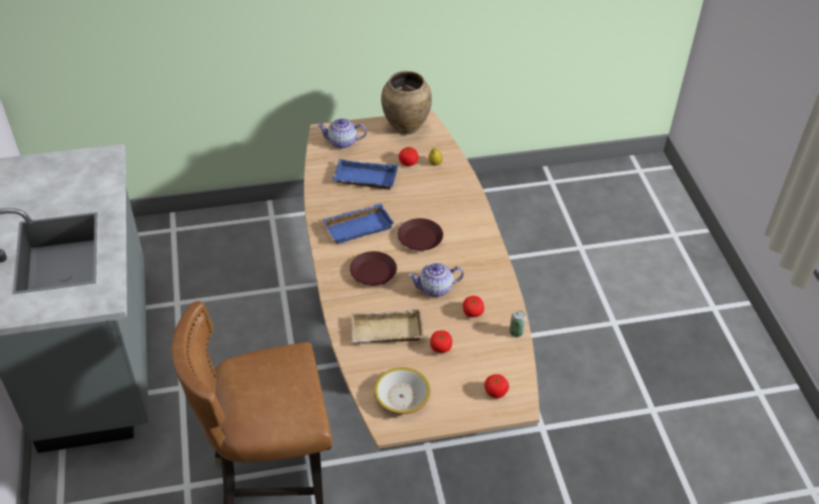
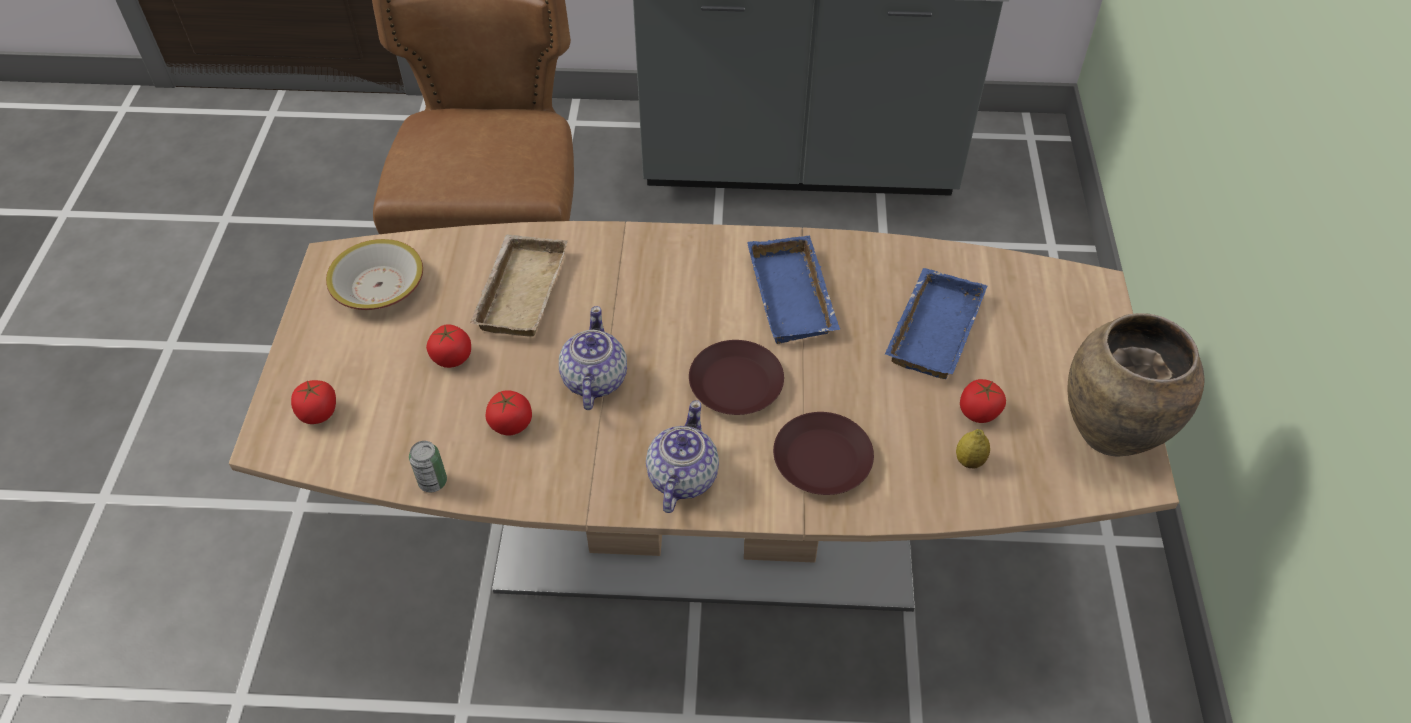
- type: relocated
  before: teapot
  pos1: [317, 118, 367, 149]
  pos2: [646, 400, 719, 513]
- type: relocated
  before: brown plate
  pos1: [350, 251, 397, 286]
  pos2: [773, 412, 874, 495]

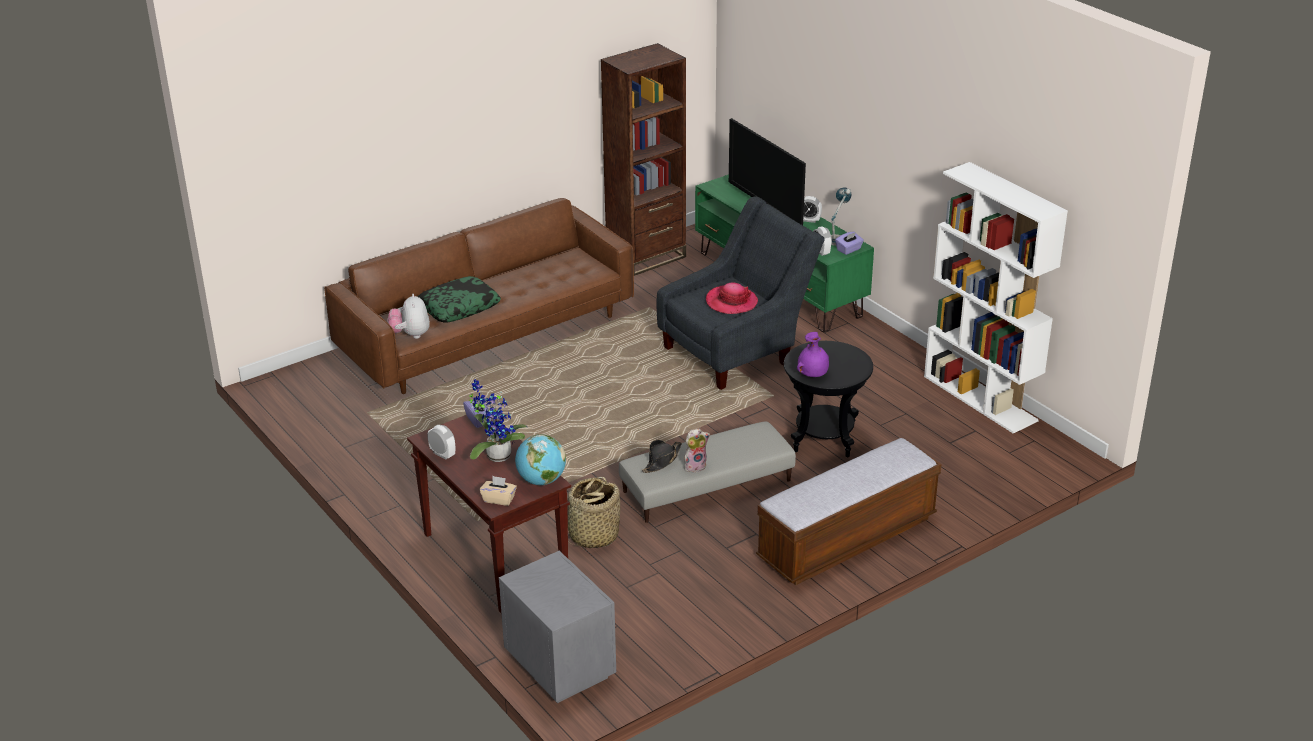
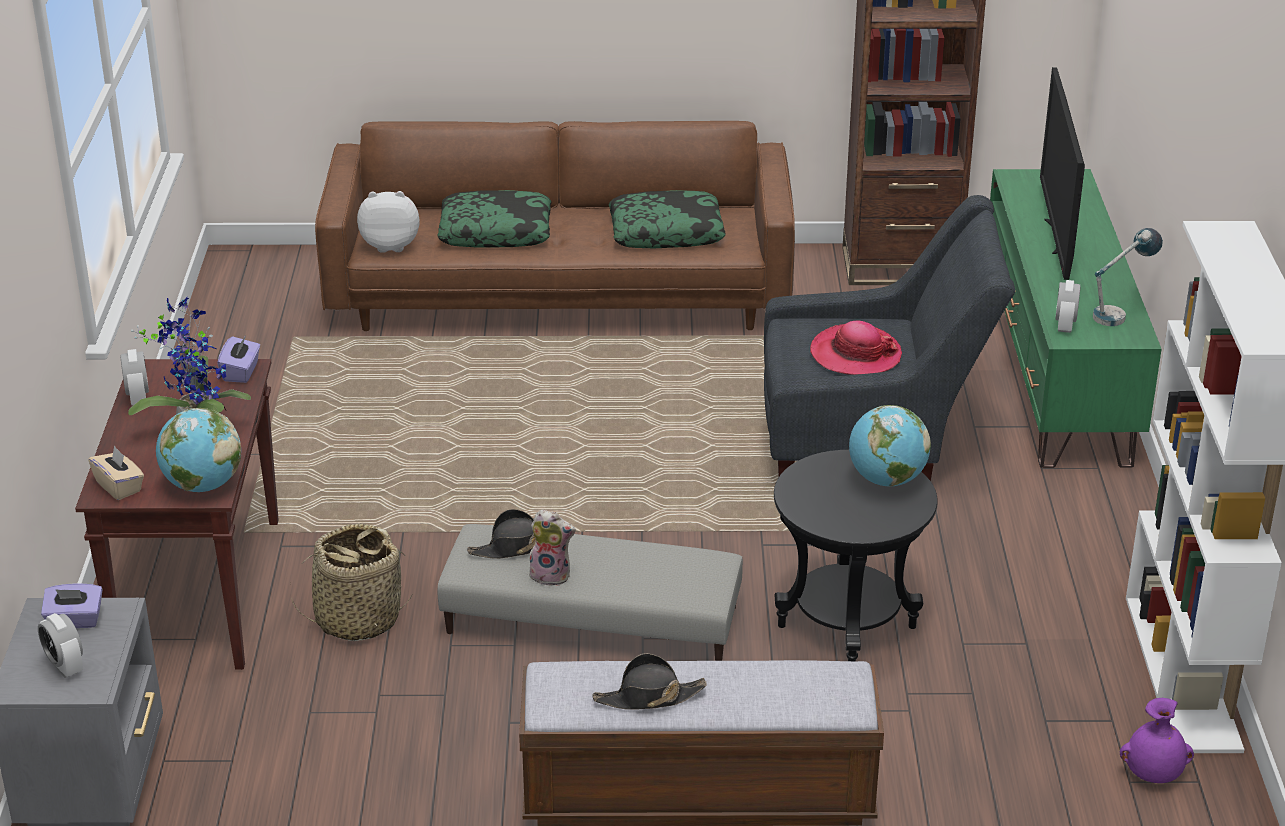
- type: relocated
  before: alarm clock
  pos1: [803, 196, 822, 223]
  pos2: [38, 613, 83, 678]
- type: relocated
  before: purple tissue box
  pos1: [835, 232, 864, 255]
  pos2: [41, 583, 103, 628]
- type: spun
  before: plush toy
  pos1: [388, 294, 430, 339]
  pos2: [357, 191, 420, 253]
  turn: 60
- type: appeared
  after: black hat
  pos2: [592, 653, 707, 710]
- type: appeared
  after: pillow
  pos2: [609, 190, 726, 248]
- type: appeared
  after: globe
  pos2: [849, 405, 931, 487]
- type: relocated
  before: purple vase
  pos1: [797, 332, 829, 377]
  pos2: [1120, 698, 1194, 783]

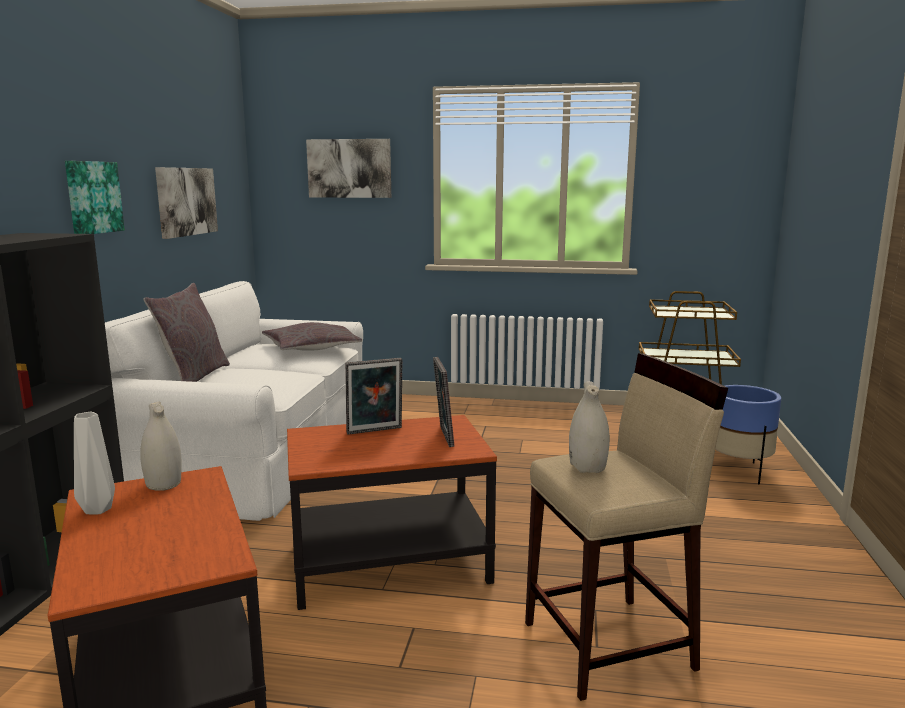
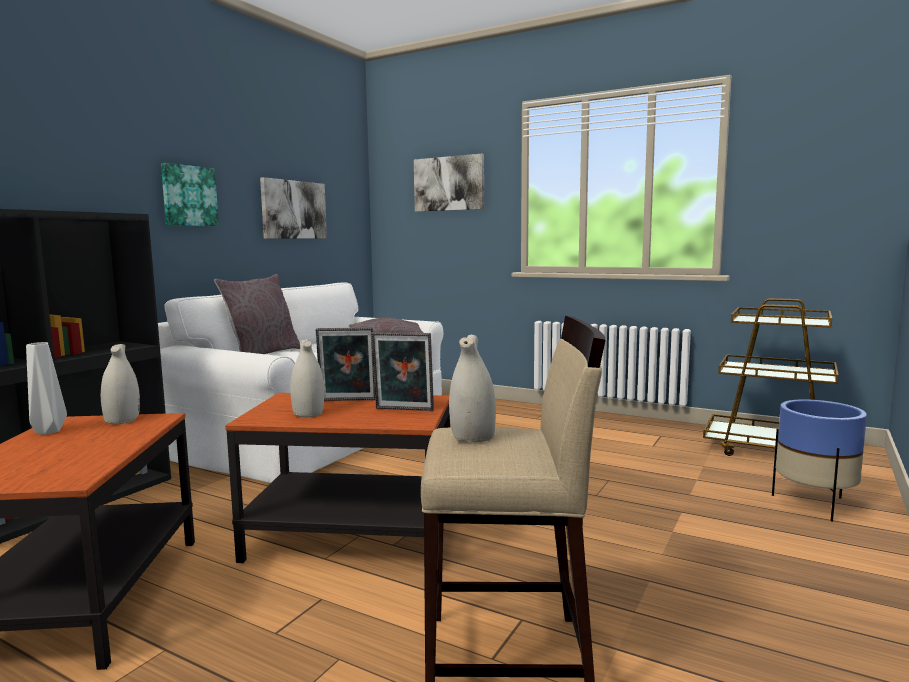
- type: appeared
  after: white vase
  pos2: [290, 339, 324, 417]
- type: spun
  before: picture frame
  pos1: [433, 357, 454, 447]
  pos2: [371, 332, 434, 411]
  turn: -90

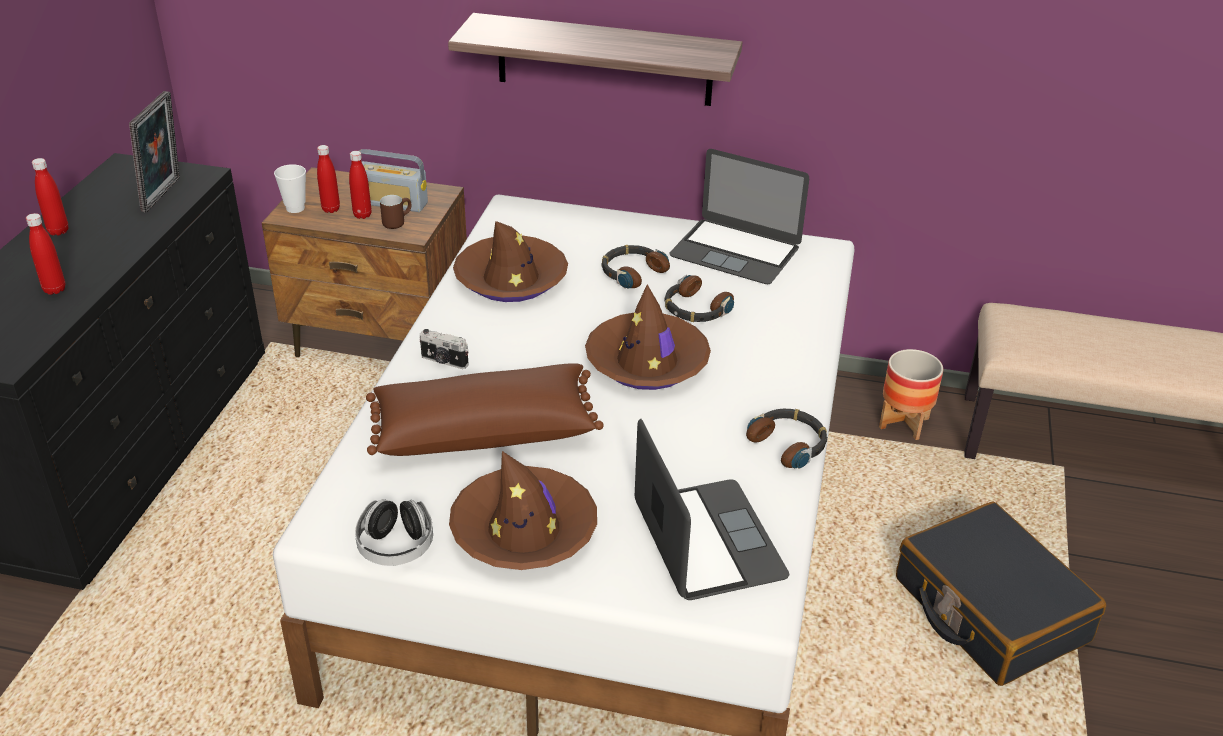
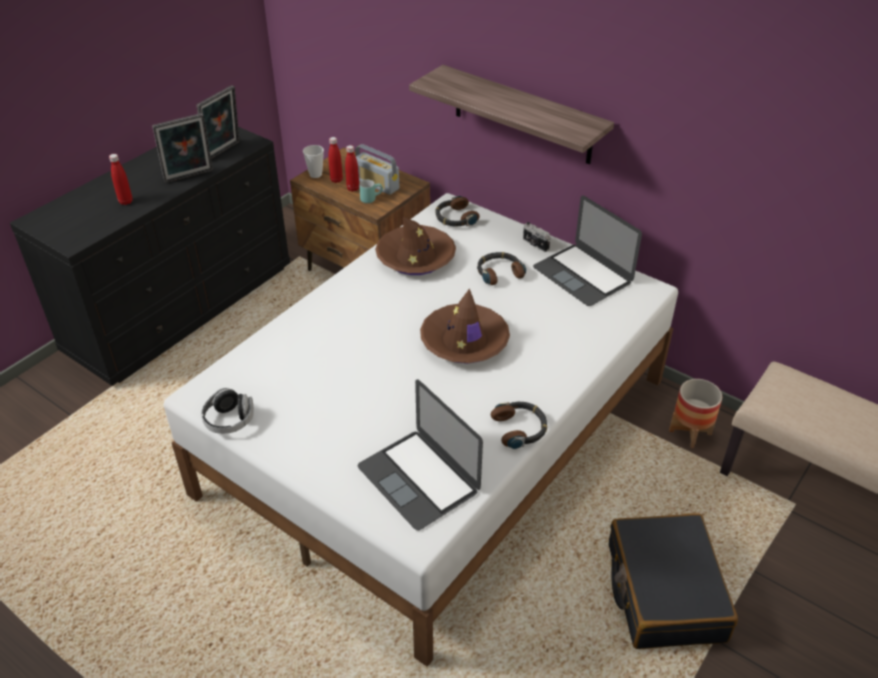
- type: appeared
  after: picture frame
  pos2: [152, 113, 213, 183]
- type: spun
  before: laptop
  pos1: [635, 419, 789, 600]
  pos2: [358, 379, 483, 530]
  turn: 135
- type: colour
  before: brown mug
  after: turquoise mug
  pos1: [380, 195, 412, 229]
  pos2: [359, 180, 383, 203]
- type: relocated
  before: headphones
  pos1: [665, 275, 734, 322]
  pos2: [435, 196, 480, 226]
- type: relocated
  before: photo camera
  pos1: [419, 329, 469, 369]
  pos2: [523, 222, 551, 252]
- type: missing
  before: red bottle
  pos1: [32, 158, 68, 236]
- type: missing
  before: brown pillow
  pos1: [366, 363, 604, 456]
- type: missing
  before: brown hat
  pos1: [449, 451, 597, 570]

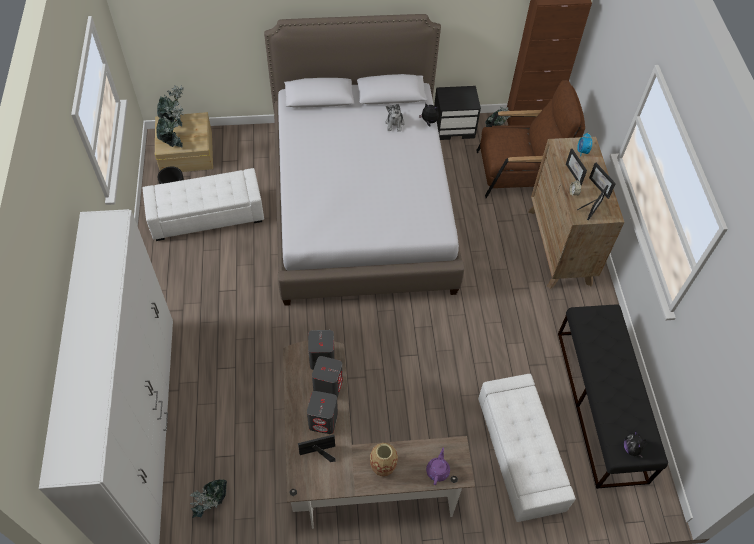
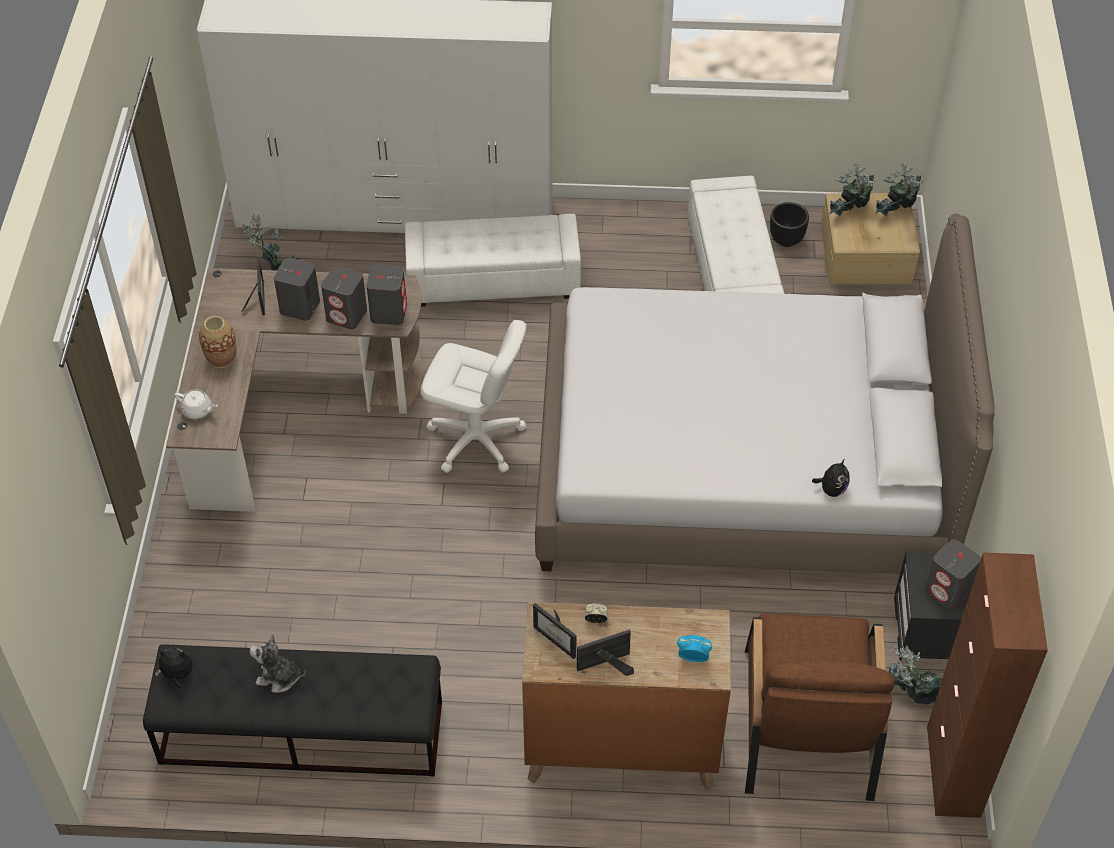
- type: colour
  before: purple teapot
  after: white teapot
  pos1: [426, 447, 450, 485]
  pos2: [174, 389, 218, 419]
- type: relocated
  before: plush toy
  pos1: [385, 104, 405, 132]
  pos2: [249, 634, 306, 693]
- type: relocated
  before: white ottoman
  pos1: [478, 374, 576, 522]
  pos2: [405, 214, 581, 307]
- type: appeared
  after: white office chair
  pos2: [420, 320, 527, 473]
- type: appeared
  after: grey speaker
  pos2: [925, 539, 981, 609]
- type: missing
  before: picture frame
  pos1: [566, 149, 587, 186]

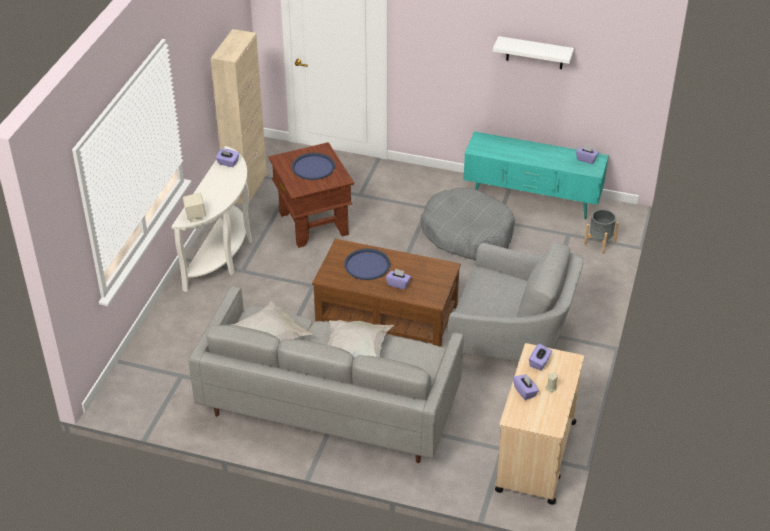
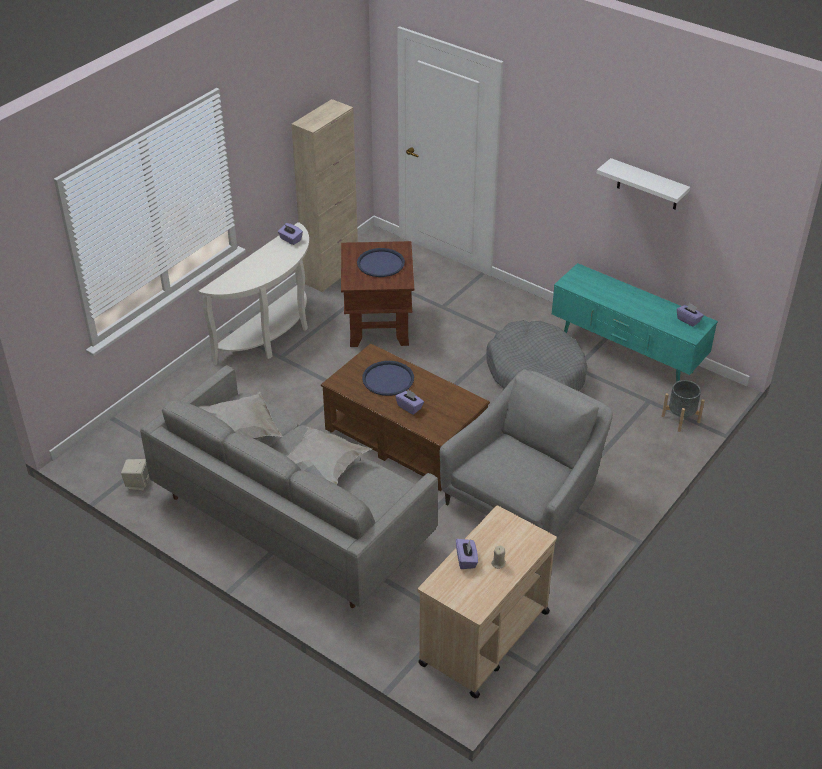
- type: relocated
  before: beige speaker
  pos1: [183, 193, 206, 222]
  pos2: [121, 459, 149, 491]
- type: spun
  before: grey armchair
  pos1: [448, 243, 583, 361]
  pos2: [439, 369, 613, 538]
  turn: -90
- type: missing
  before: purple tissue box
  pos1: [529, 343, 552, 370]

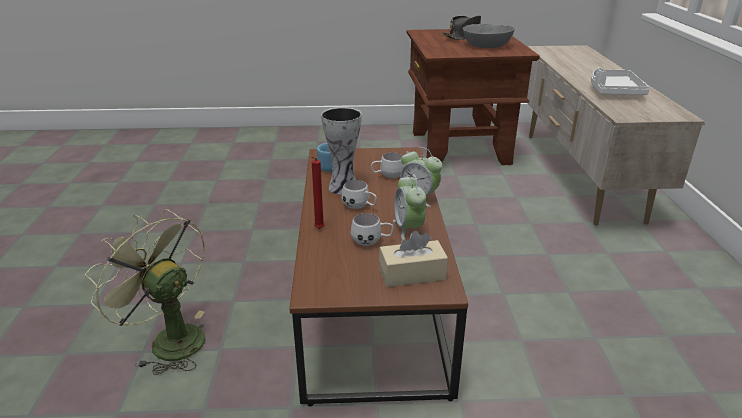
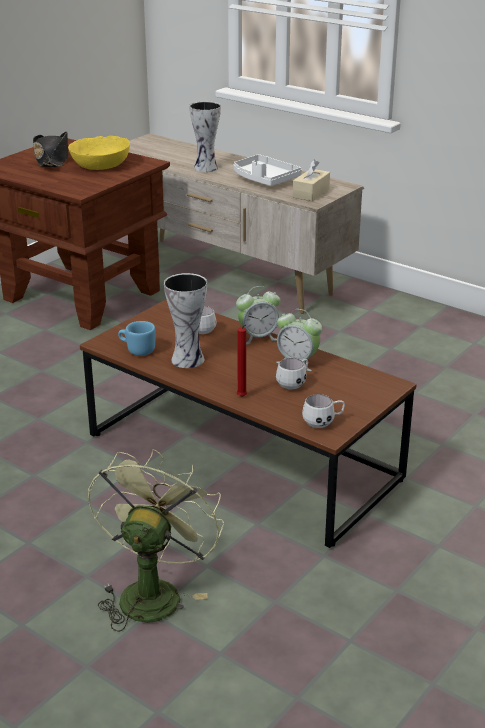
- type: colour
  before: grey bowl
  after: yellow bowl
  pos1: [463, 24, 515, 48]
  pos2: [68, 136, 130, 170]
- type: spun
  before: green fan
  pos1: [85, 209, 206, 375]
  pos2: [88, 449, 224, 632]
  turn: 120
- type: appeared
  after: vase
  pos2: [189, 101, 221, 172]
- type: relocated
  before: beige tissue box
  pos1: [379, 231, 448, 287]
  pos2: [293, 159, 330, 201]
- type: relocated
  before: white mug
  pos1: [341, 180, 377, 209]
  pos2: [302, 394, 345, 428]

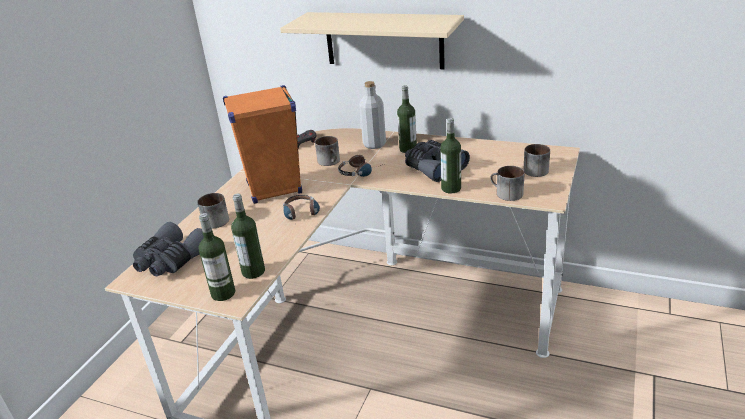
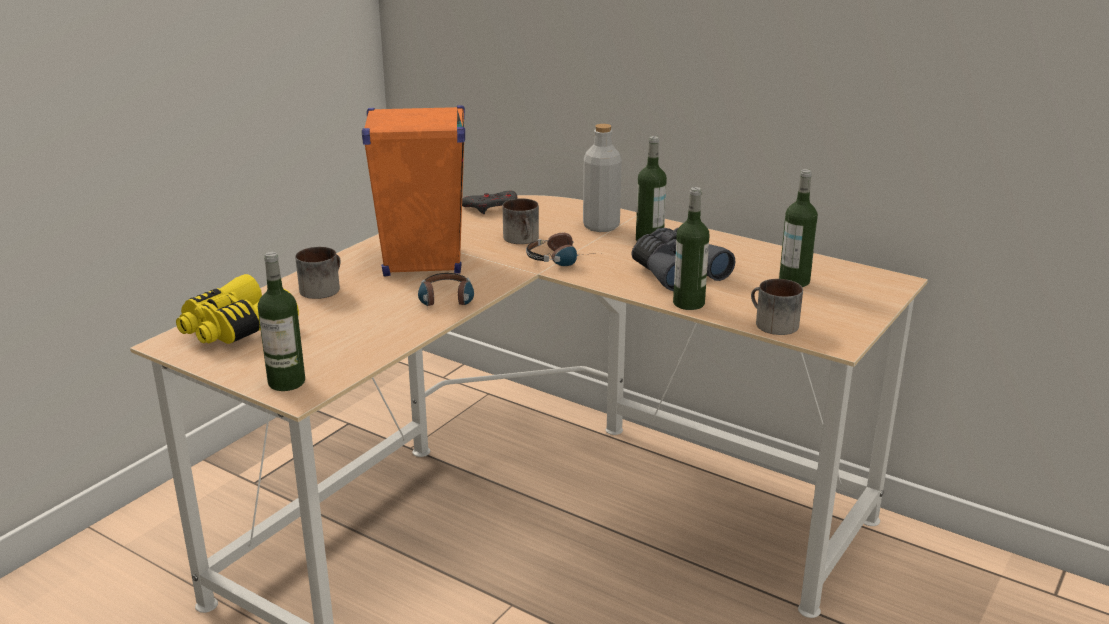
- type: colour
  before: grey binoculars
  after: yellow binoculars
  pos1: [133, 222, 204, 277]
  pos2: [176, 274, 299, 344]
- type: relocated
  before: bottle
  pos1: [231, 194, 265, 279]
  pos2: [779, 169, 818, 287]
- type: missing
  before: beige shelf
  pos1: [280, 12, 464, 69]
- type: missing
  before: mug
  pos1: [523, 144, 550, 177]

